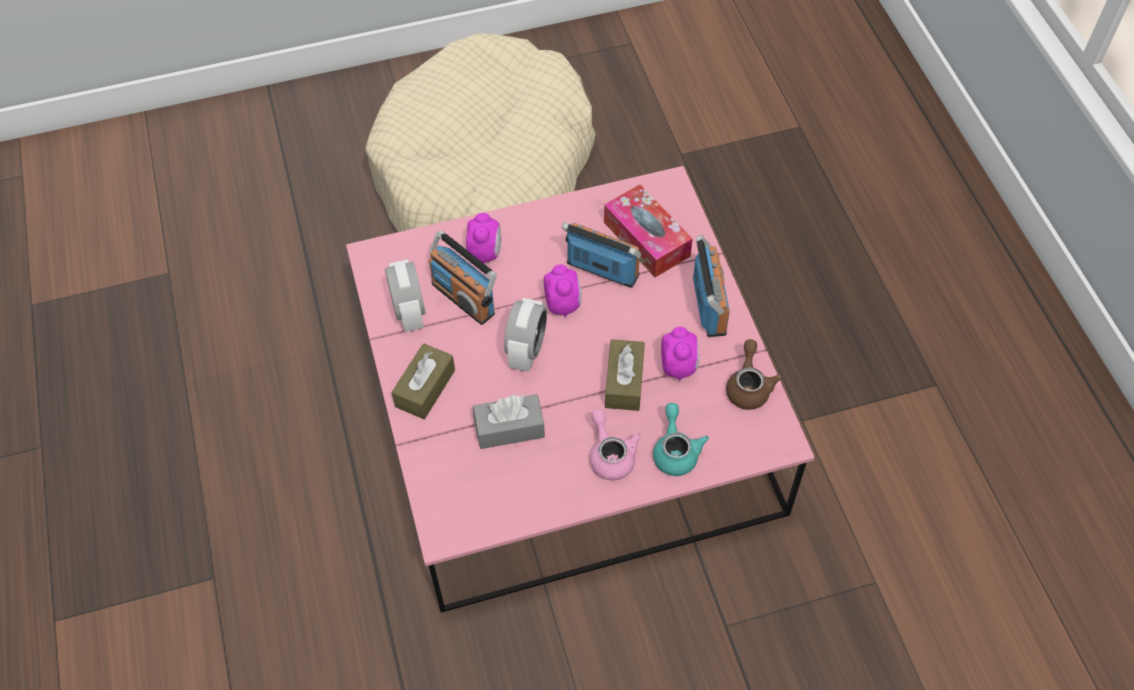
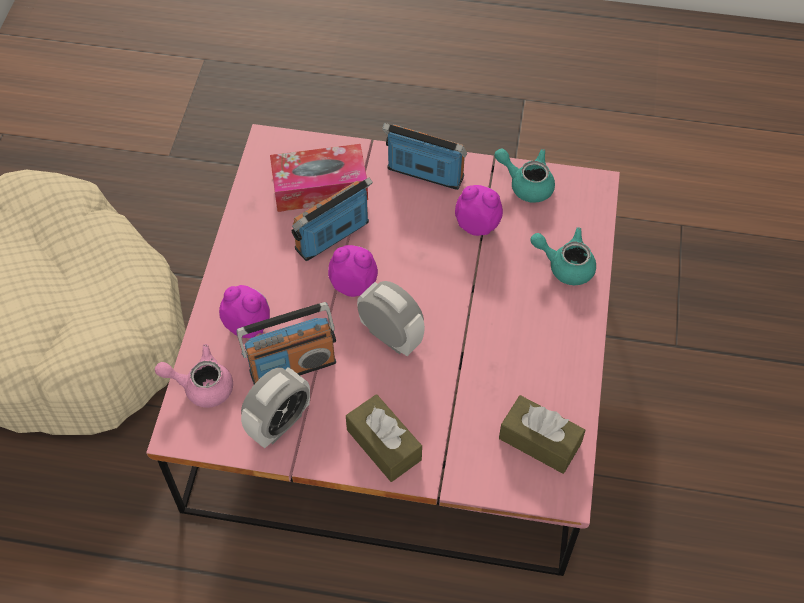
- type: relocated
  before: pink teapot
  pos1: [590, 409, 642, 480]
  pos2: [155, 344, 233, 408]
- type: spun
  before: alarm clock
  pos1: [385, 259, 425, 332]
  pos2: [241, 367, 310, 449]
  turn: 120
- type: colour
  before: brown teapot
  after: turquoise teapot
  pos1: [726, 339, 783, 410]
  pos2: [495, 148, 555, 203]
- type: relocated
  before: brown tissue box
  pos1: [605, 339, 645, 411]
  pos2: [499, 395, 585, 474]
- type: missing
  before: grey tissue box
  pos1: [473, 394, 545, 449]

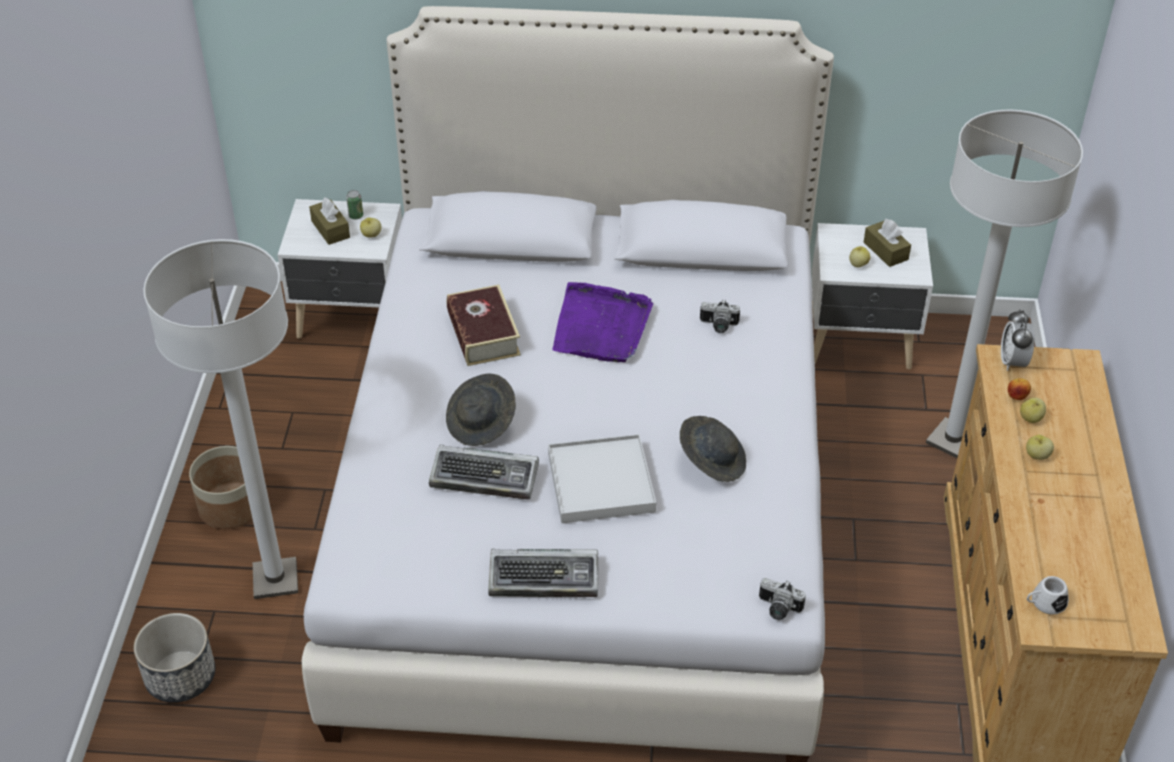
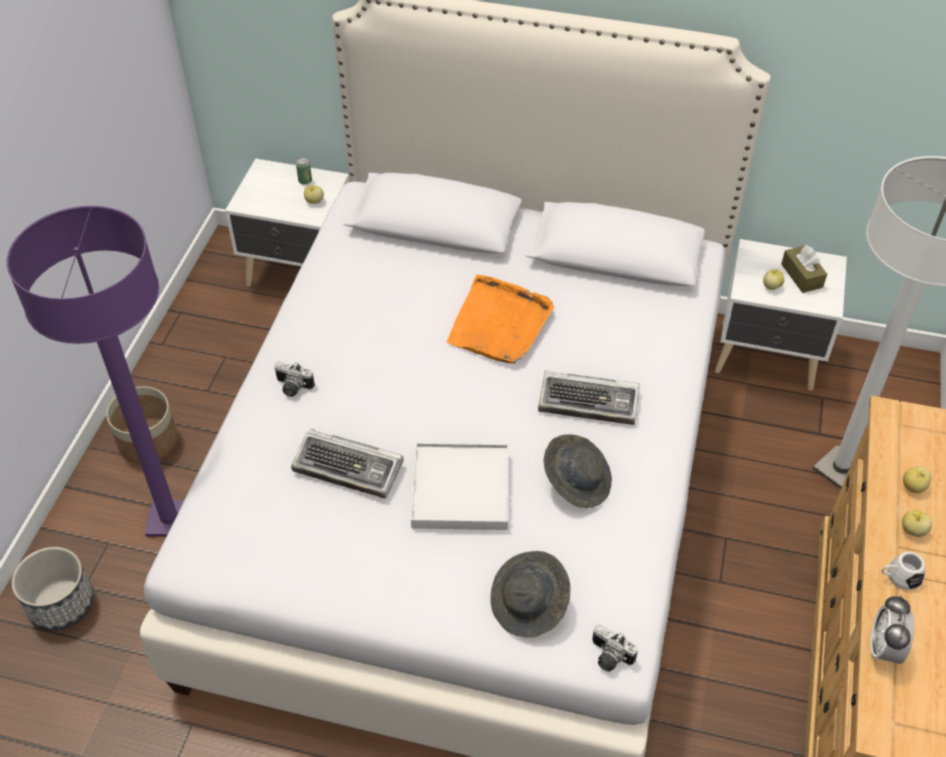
- type: colour
  before: white floor lamp
  after: purple floor lamp
  pos1: [143, 239, 298, 599]
  pos2: [6, 206, 184, 537]
- type: relocated
  before: photo camera
  pos1: [700, 299, 740, 333]
  pos2: [275, 362, 315, 397]
- type: colour
  before: purple tray
  after: orange tray
  pos1: [552, 282, 653, 362]
  pos2: [447, 275, 554, 364]
- type: relocated
  before: grey hat
  pos1: [446, 374, 516, 446]
  pos2: [490, 551, 570, 637]
- type: relocated
  before: keyboard
  pos1: [488, 548, 598, 597]
  pos2: [538, 370, 640, 425]
- type: relocated
  before: alarm clock
  pos1: [1001, 310, 1035, 371]
  pos2: [870, 596, 915, 664]
- type: relocated
  before: white mug
  pos1: [1027, 576, 1069, 615]
  pos2: [882, 552, 925, 590]
- type: missing
  before: brown tissue box
  pos1: [309, 197, 350, 245]
- type: missing
  before: book
  pos1: [447, 285, 521, 366]
- type: missing
  before: apple
  pos1: [1008, 378, 1031, 400]

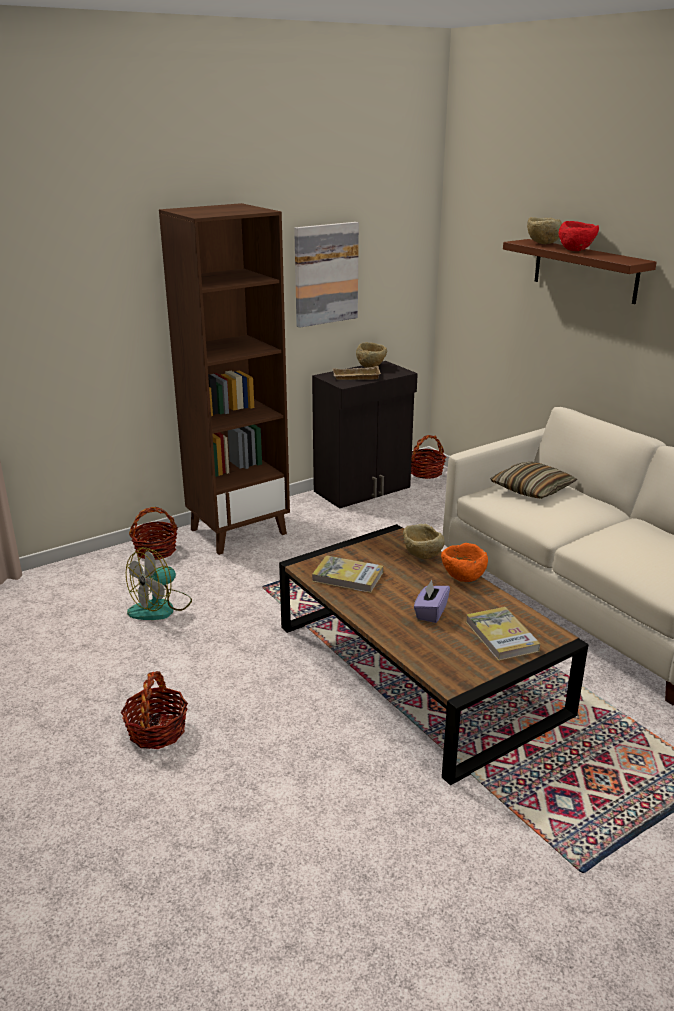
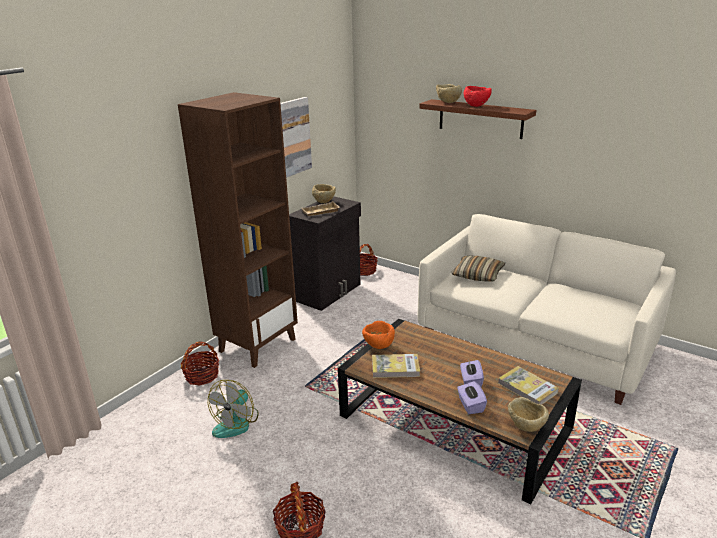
- type: relocated
  before: orange bowl
  pos1: [441, 543, 488, 582]
  pos2: [362, 321, 395, 349]
- type: appeared
  after: purple tissue box
  pos2: [457, 381, 487, 414]
- type: relocated
  before: beige bowl
  pos1: [403, 524, 445, 559]
  pos2: [508, 397, 549, 432]

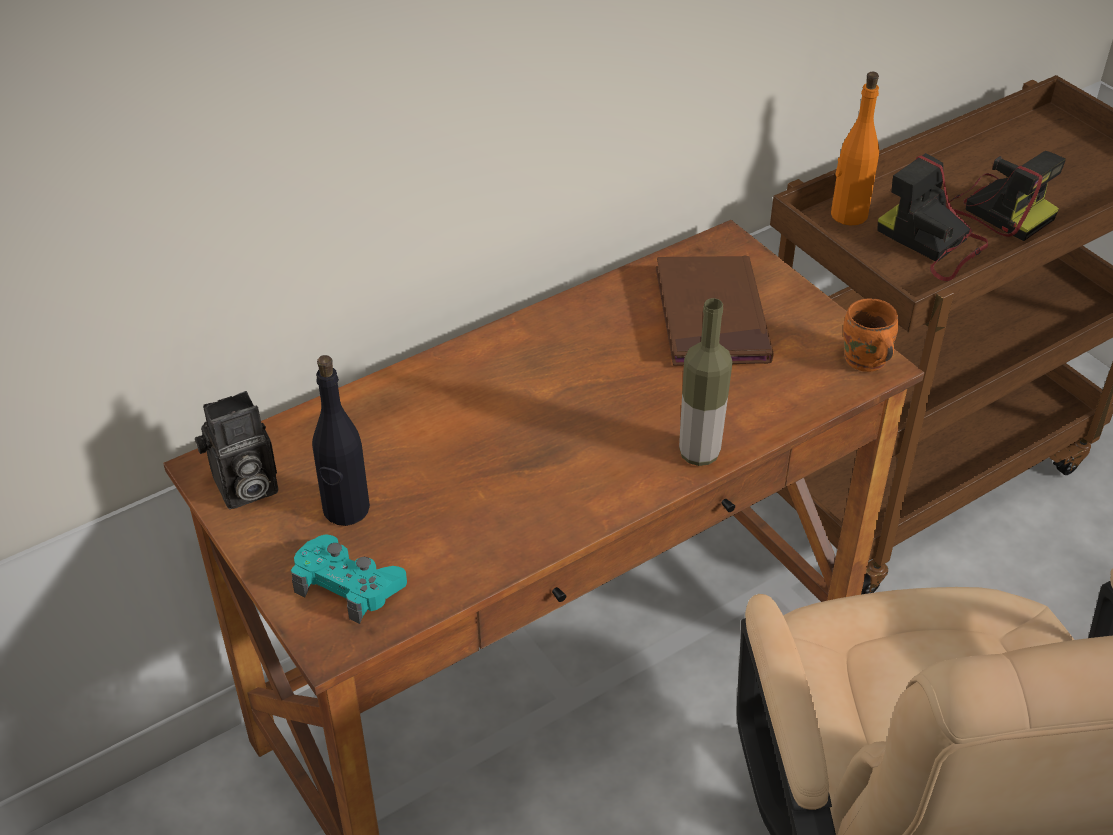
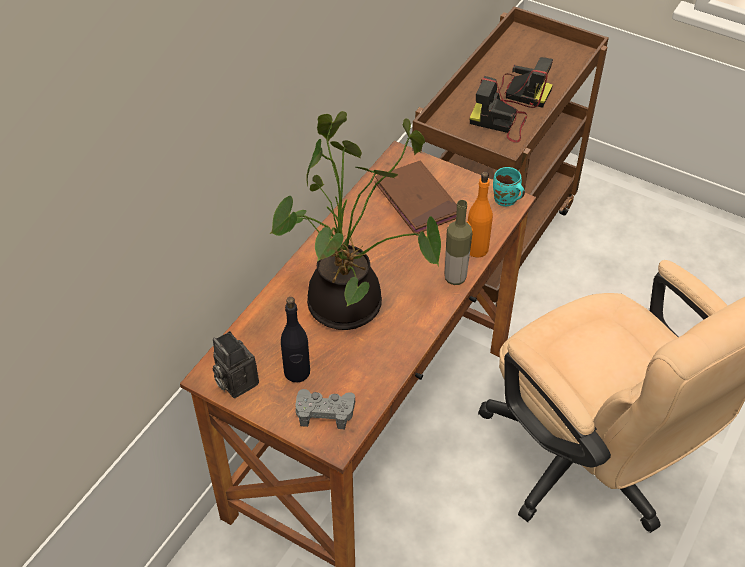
- type: spun
  before: photo camera
  pos1: [195, 391, 278, 509]
  pos2: [213, 331, 259, 398]
  turn: 105
- type: appeared
  after: potted plant
  pos2: [270, 111, 441, 330]
- type: colour
  before: turquoise game controller
  after: grey game controller
  pos1: [291, 534, 407, 624]
  pos2: [295, 389, 355, 429]
- type: relocated
  before: orange bottle
  pos1: [831, 72, 879, 225]
  pos2: [467, 172, 493, 258]
- type: colour
  before: orange mug
  after: turquoise mug
  pos1: [843, 299, 898, 372]
  pos2: [493, 167, 525, 206]

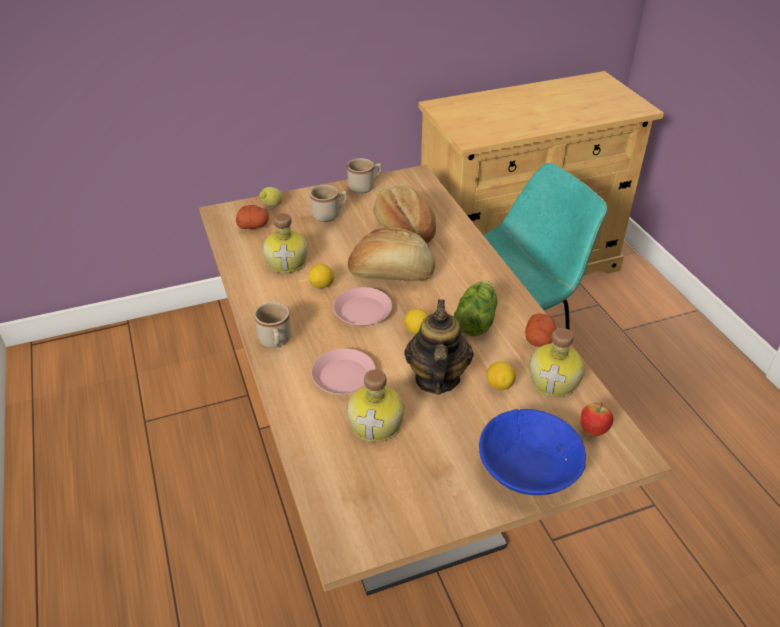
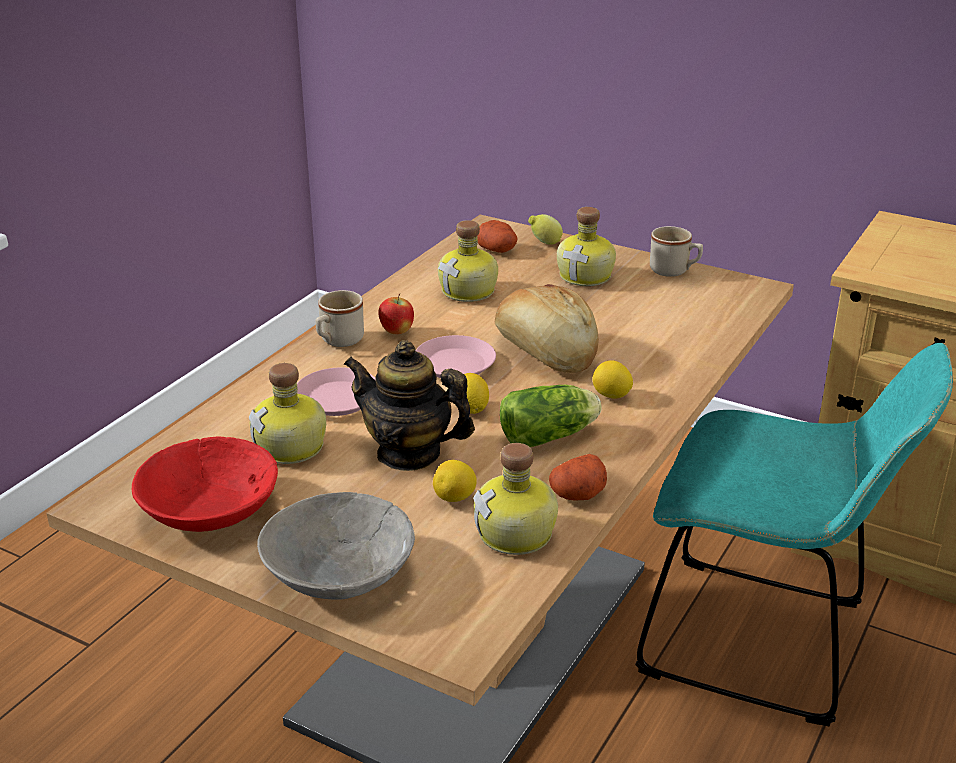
- type: appeared
  after: red bowl
  pos2: [132, 436, 278, 532]
- type: colour
  before: blue bowl
  after: grey bowl
  pos1: [479, 409, 586, 495]
  pos2: [257, 492, 415, 600]
- type: spun
  before: teapot
  pos1: [404, 299, 474, 394]
  pos2: [344, 340, 475, 471]
  turn: -120
- type: relocated
  before: apple
  pos1: [580, 403, 613, 436]
  pos2: [379, 293, 414, 334]
- type: exchanged
  before: beige mug
  after: bottle
  pos1: [310, 185, 347, 222]
  pos2: [557, 207, 616, 286]
- type: relocated
  before: lemon
  pos1: [308, 264, 335, 288]
  pos2: [593, 360, 633, 399]
- type: missing
  before: bread
  pos1: [374, 184, 436, 244]

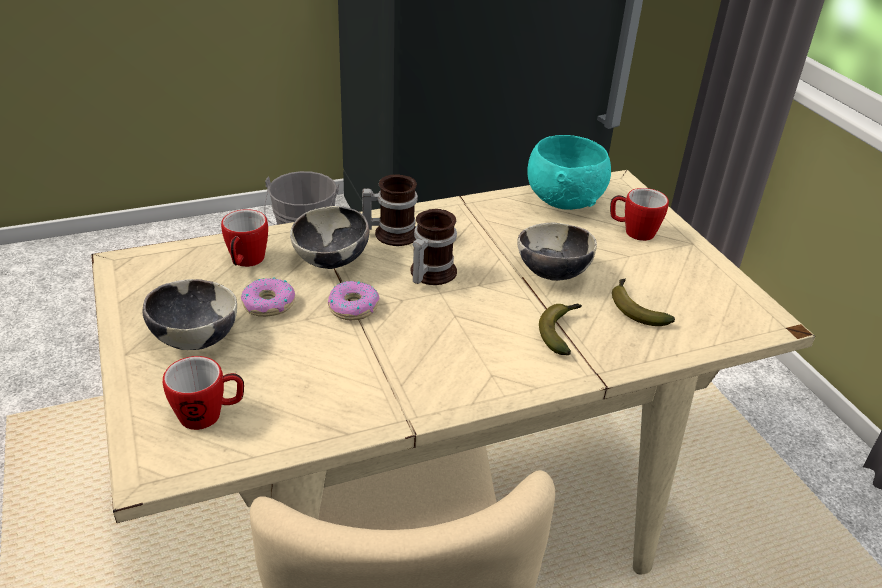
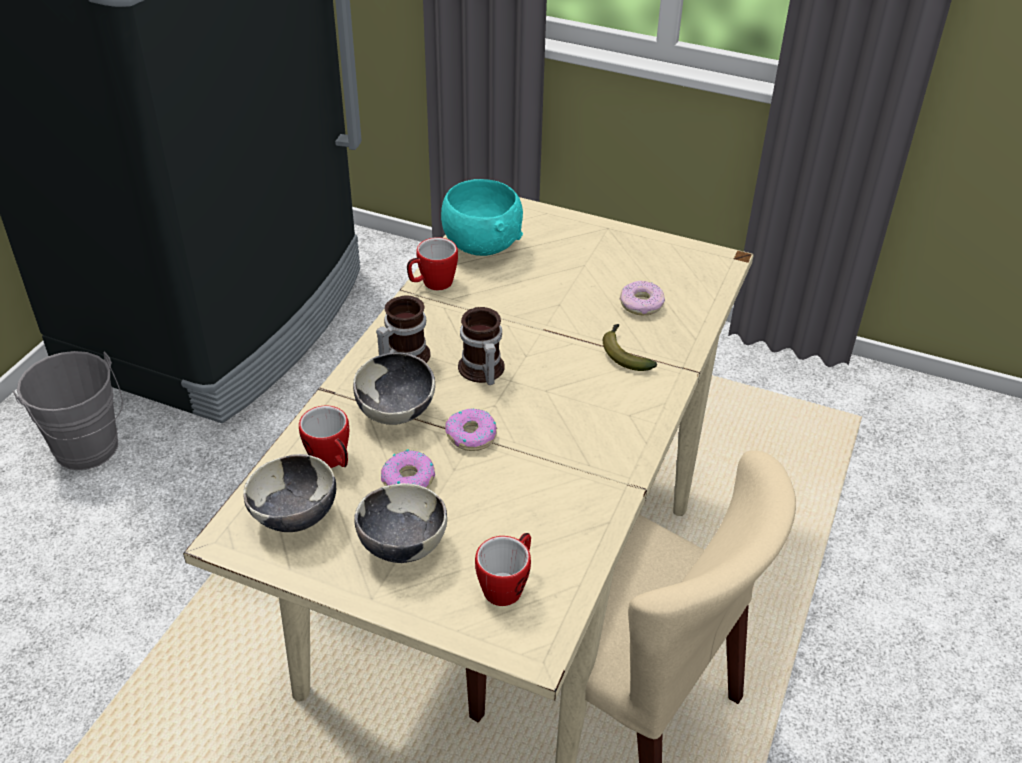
- type: relocated
  before: bowl
  pos1: [517, 223, 597, 281]
  pos2: [243, 454, 336, 532]
- type: relocated
  before: mug
  pos1: [610, 188, 669, 241]
  pos2: [407, 237, 458, 290]
- type: exchanged
  before: banana
  after: donut
  pos1: [612, 279, 675, 326]
  pos2: [620, 281, 665, 316]

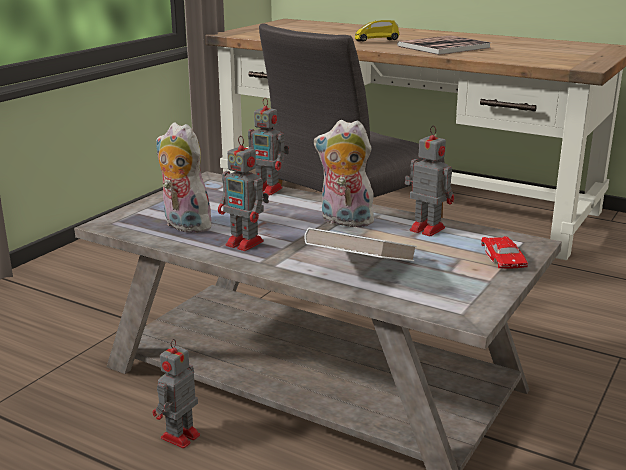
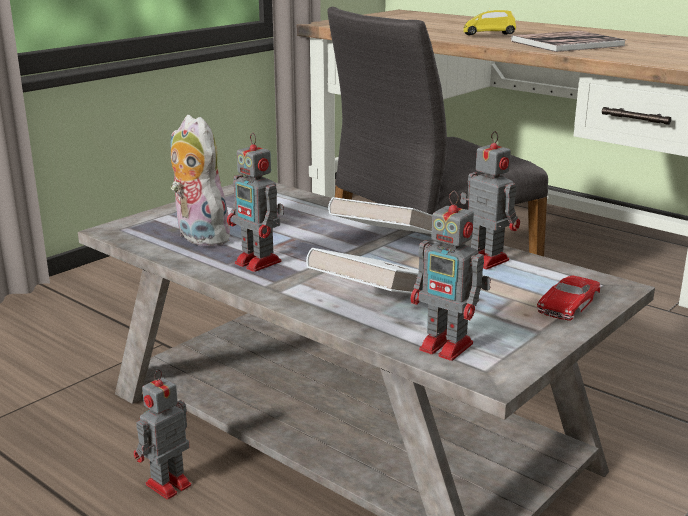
- type: exchanged
  before: plush toy
  after: white book
  pos1: [314, 120, 374, 227]
  pos2: [328, 197, 432, 234]
- type: relocated
  before: toy robot
  pos1: [248, 98, 289, 195]
  pos2: [411, 191, 491, 361]
- type: spun
  before: red toy car
  pos1: [481, 236, 528, 269]
  pos2: [537, 276, 601, 321]
  turn: -150

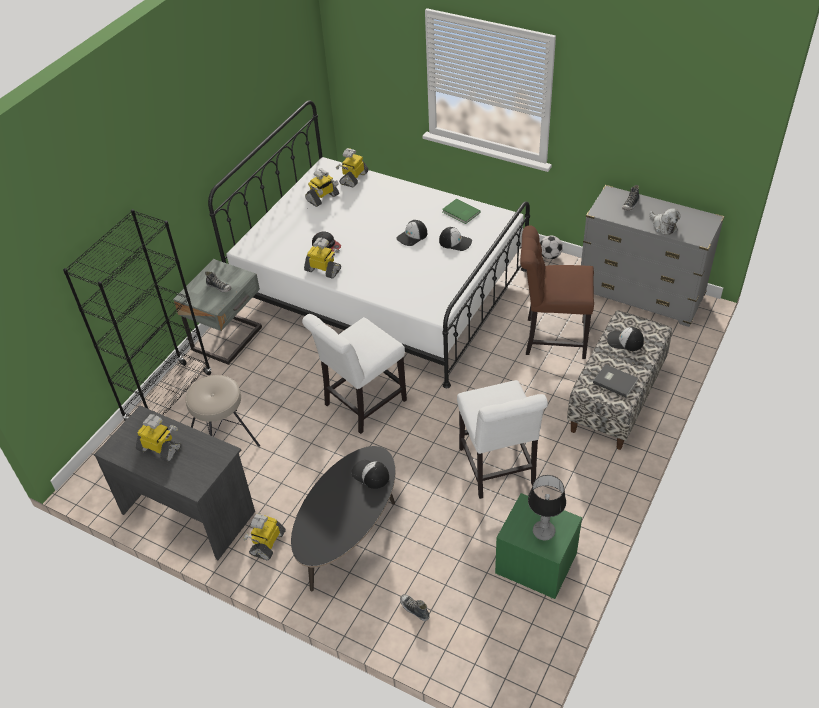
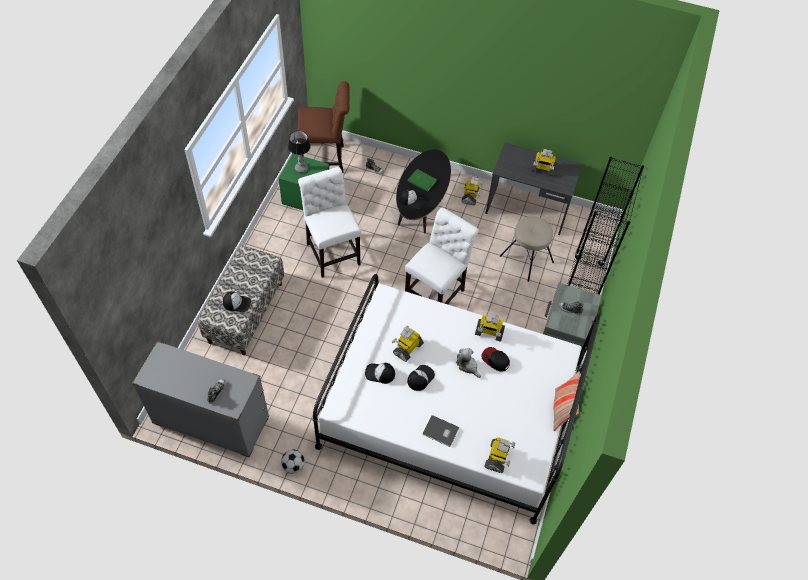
- type: relocated
  before: brown chair
  pos1: [520, 225, 594, 359]
  pos2: [297, 81, 350, 173]
- type: relocated
  before: toy robot
  pos1: [305, 169, 339, 207]
  pos2: [392, 326, 424, 362]
- type: relocated
  before: green book
  pos1: [442, 199, 481, 224]
  pos2: [407, 169, 437, 192]
- type: relocated
  before: grey book
  pos1: [593, 364, 638, 397]
  pos2: [422, 415, 459, 447]
- type: relocated
  before: plush toy
  pos1: [649, 208, 681, 235]
  pos2: [456, 348, 481, 378]
- type: appeared
  after: pillow
  pos2: [553, 371, 580, 431]

